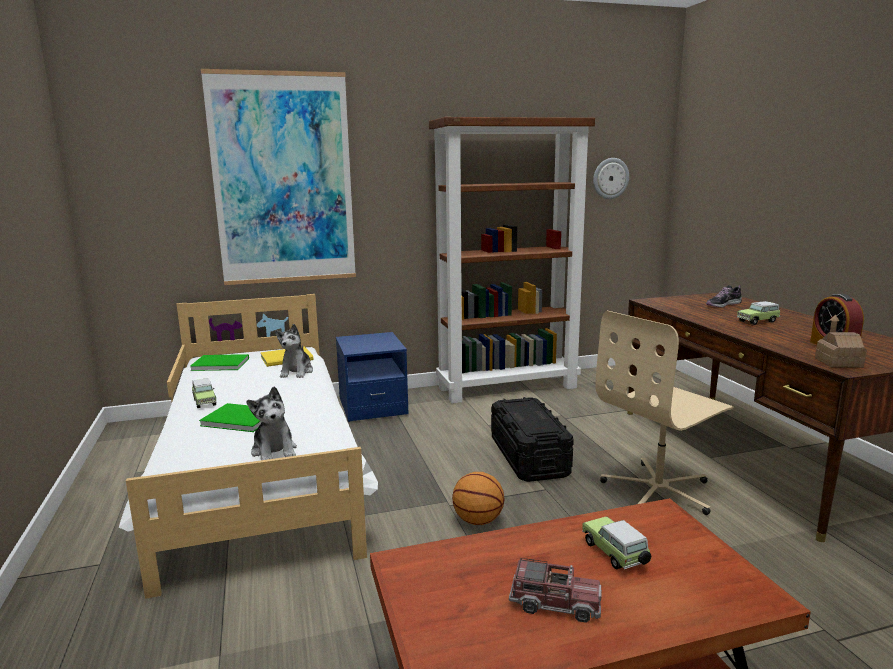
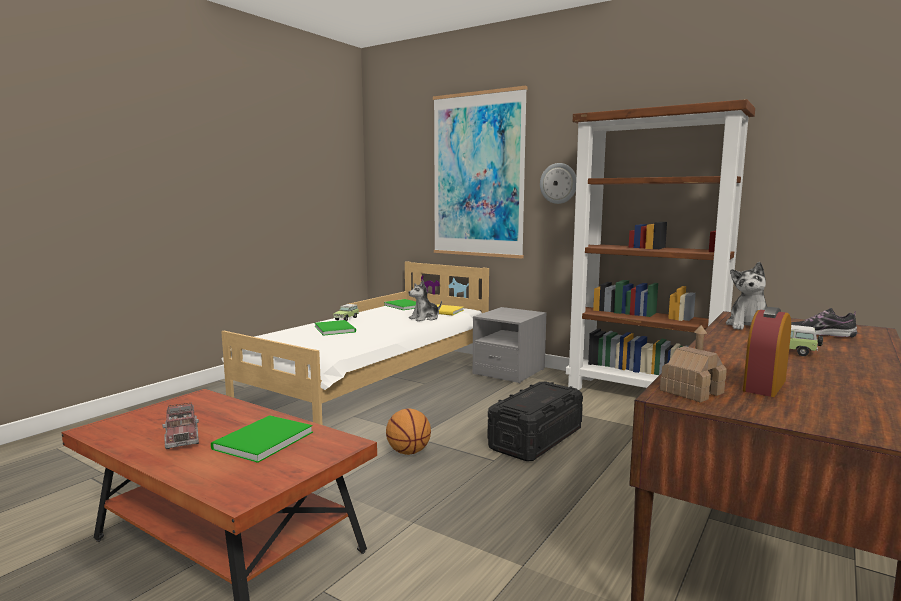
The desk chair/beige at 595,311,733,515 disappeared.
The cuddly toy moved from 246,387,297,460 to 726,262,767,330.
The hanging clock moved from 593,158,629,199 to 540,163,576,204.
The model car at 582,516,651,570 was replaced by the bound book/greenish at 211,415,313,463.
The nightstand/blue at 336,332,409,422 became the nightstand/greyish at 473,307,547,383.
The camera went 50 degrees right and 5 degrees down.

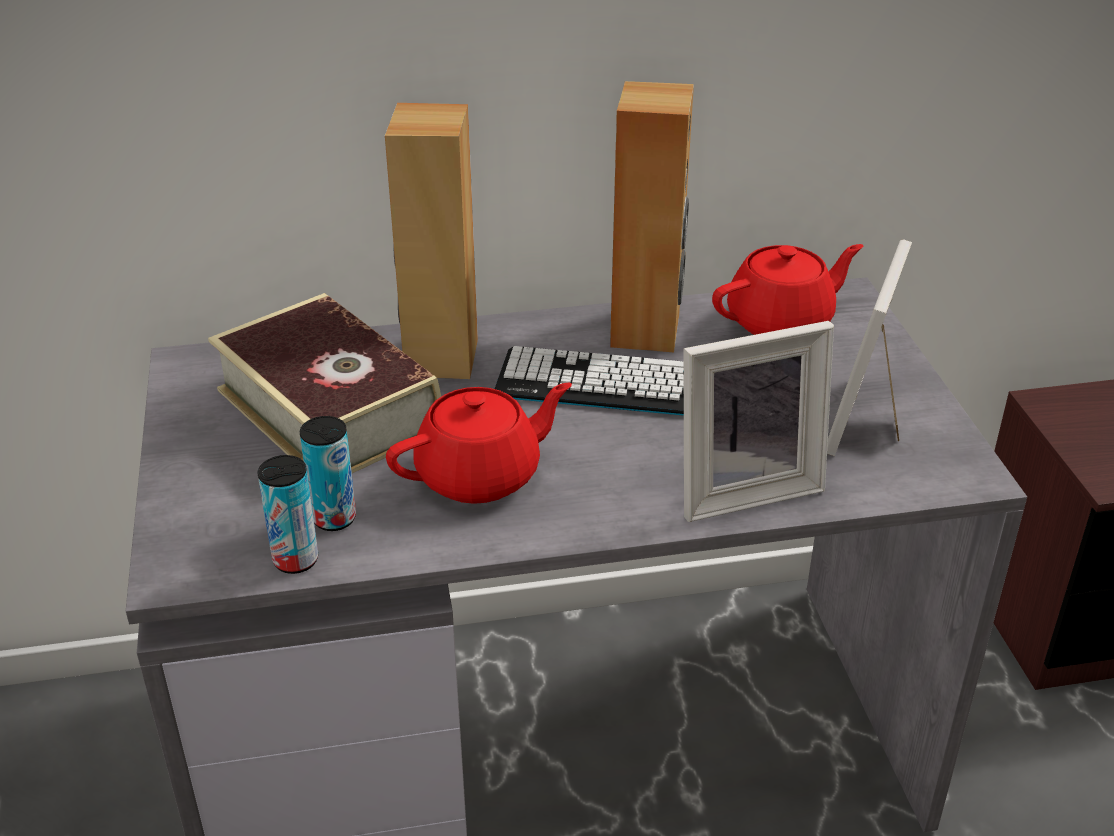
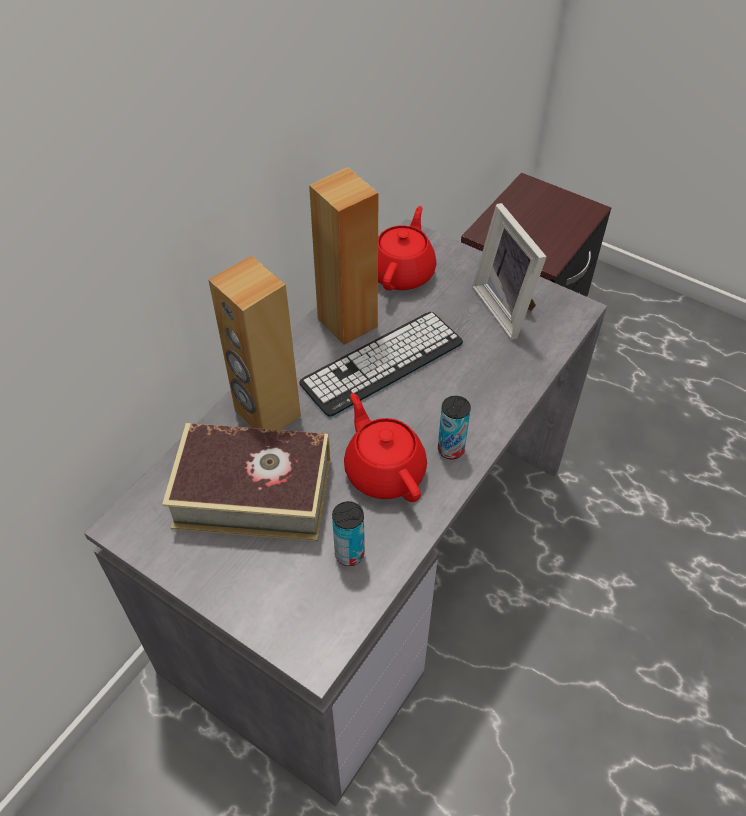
The picture frame at 683,321,834,522 disappeared.
The sealed can moved from 258,455,318,574 to 438,396,471,459.
The pot for tea/reddish at 386,383,572,504 turned 45 degrees counterclockwise.
The camera went 45 degrees left and 15 degrees up.

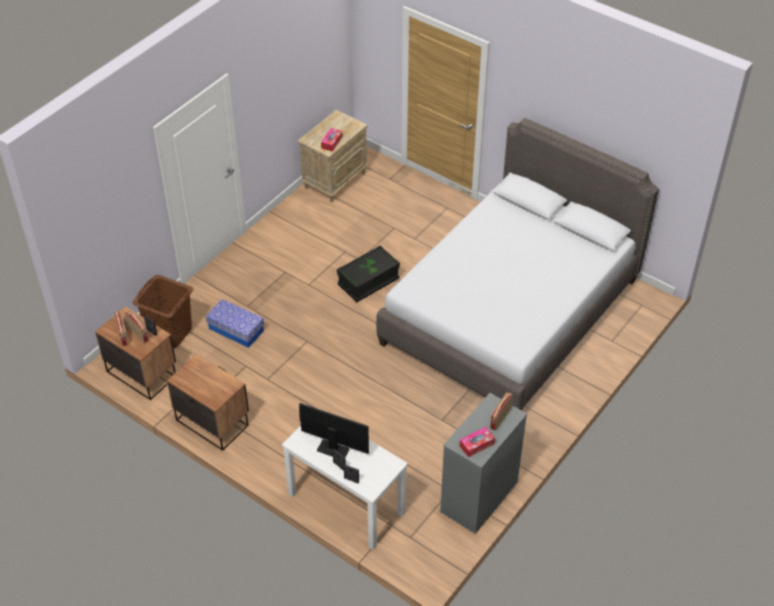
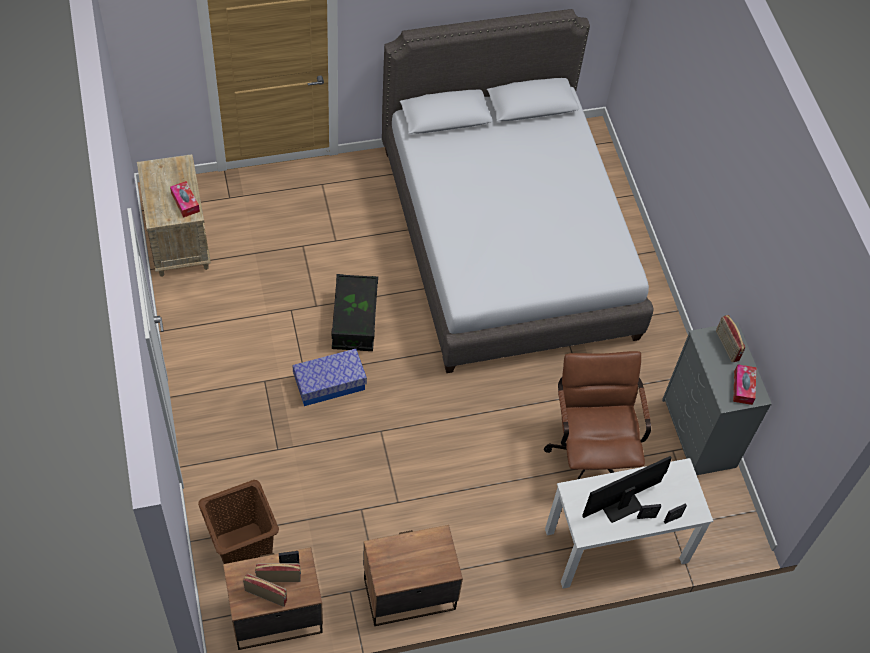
The desk chair/brown-coloured at 544,351,651,479 appeared.
The storage box moved from 206,299,264,348 to 292,349,367,406.
The camera went 55 degrees left and 10 degrees up.

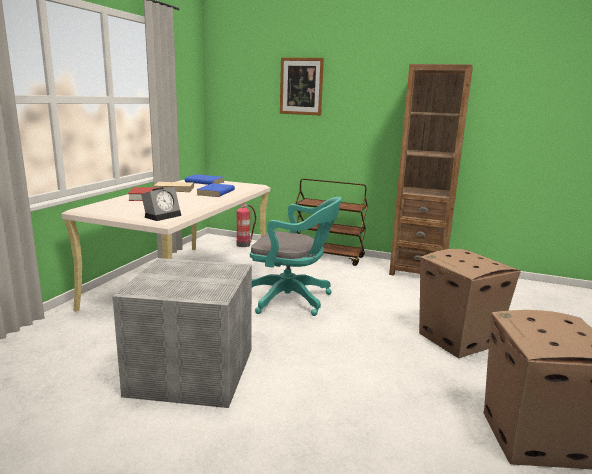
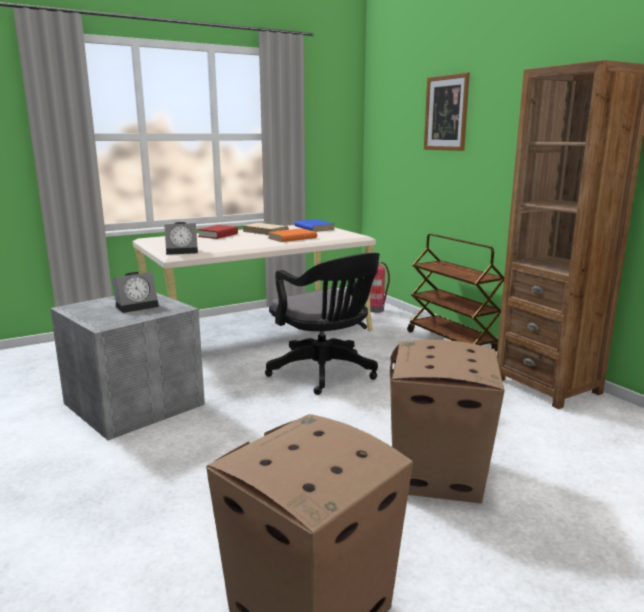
The table clock at 112,272,159,313 appeared.
The bound book/blue at 196,183,235,197 became the bound book/orangey at 268,228,317,242.
The desk chair/blue-green at 250,197,342,316 became the desk chair/black-coloured at 265,253,380,395.
The camera went 40 degrees right and 0 degrees up.

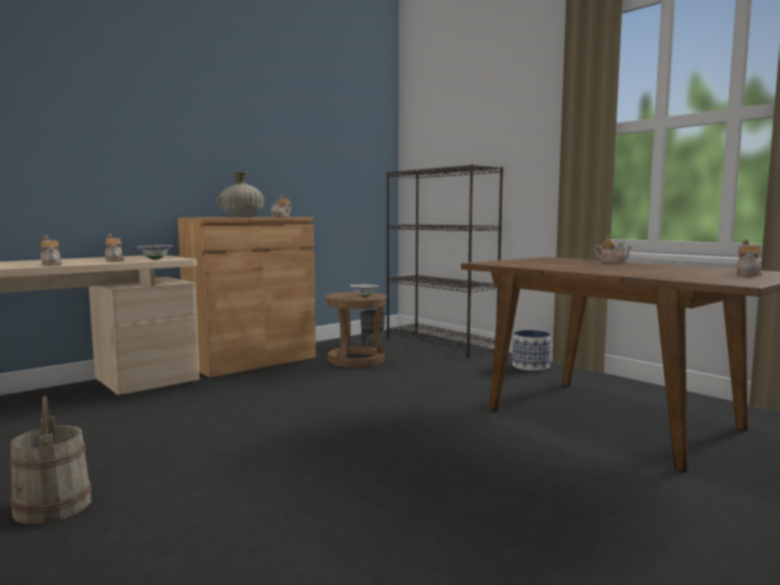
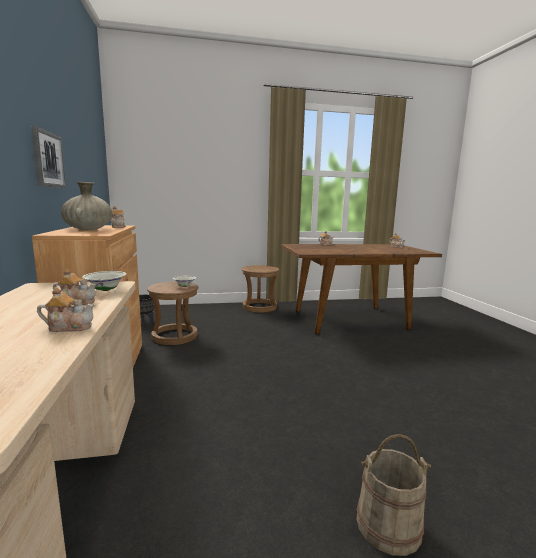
The bookcase/black-coloured at 386,164,503,358 disappeared.
The wall art at 31,126,66,188 appeared.
The plant pot at 512,330,551,371 was replaced by the sitting stool/brown-coloured at 242,265,280,312.
The camera went 60 degrees left and 5 degrees up.

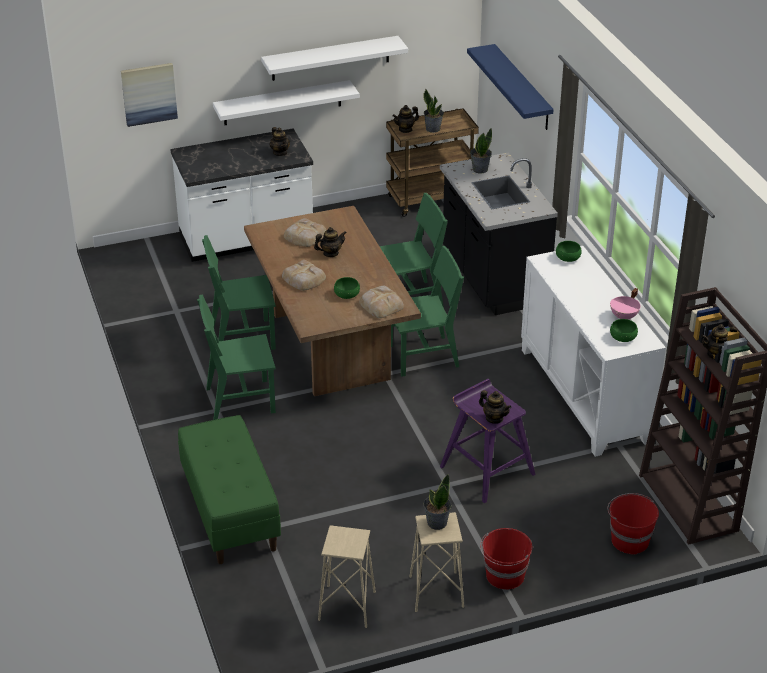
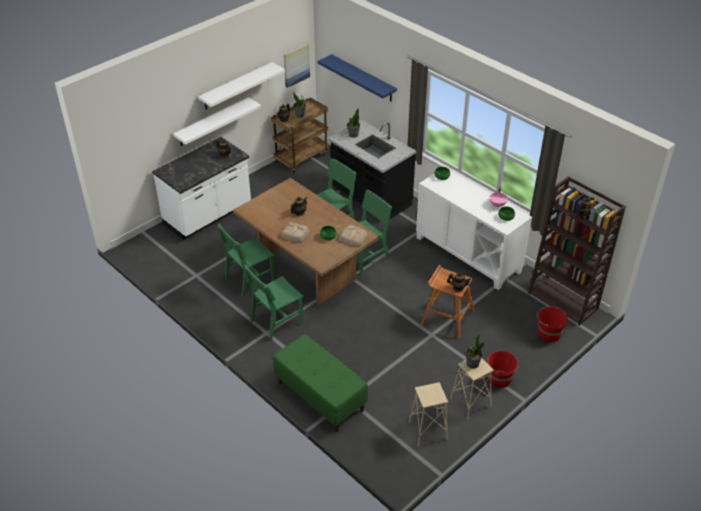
The bread at 284,218,326,247 disappeared.
The wall art moved from 121,63,178,127 to 284,44,310,88.
The sitting stool/purple-coloured at 440,379,536,503 became the sitting stool/brown-coloured at 420,265,475,339.
The camera went 25 degrees left and 5 degrees up.

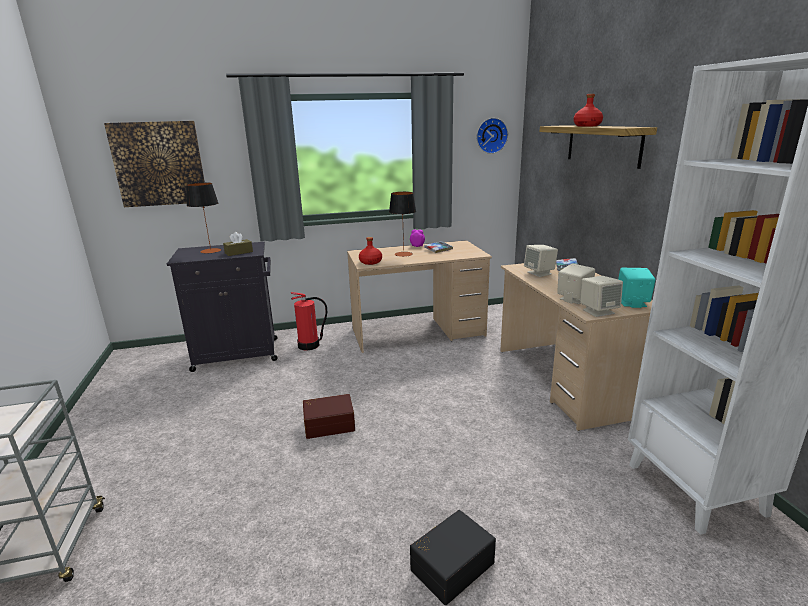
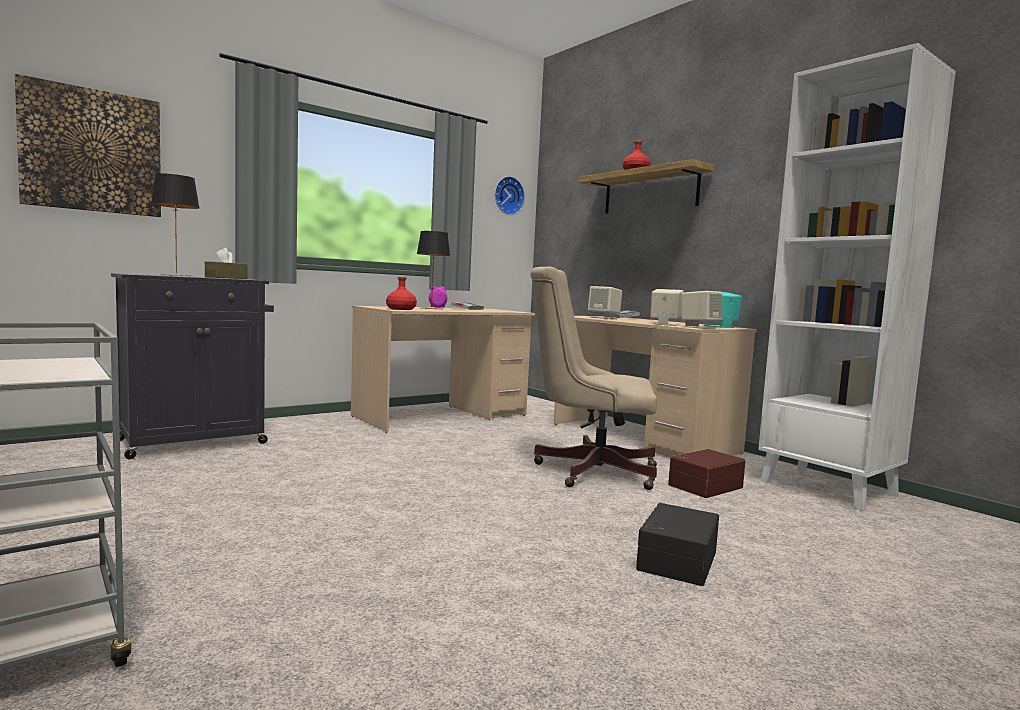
The fire-fighting cylinder at 291,292,327,350 disappeared.
The desk chair/beige at 530,267,657,490 appeared.
The storage box/brown-coloured moved from 303,394,355,439 to 668,449,745,498.
The camera went 25 degrees left and 15 degrees down.

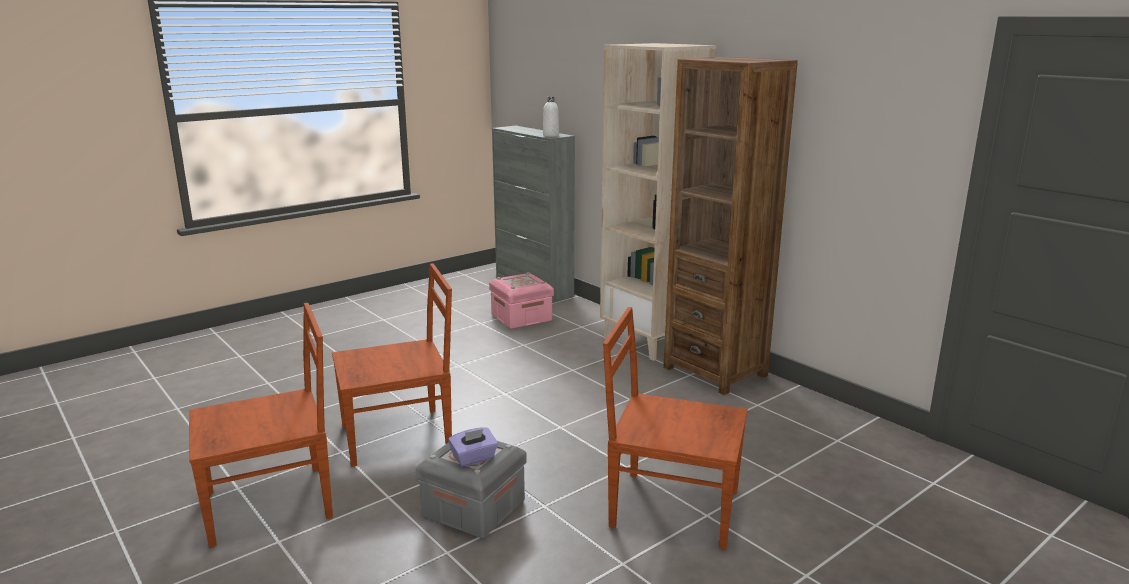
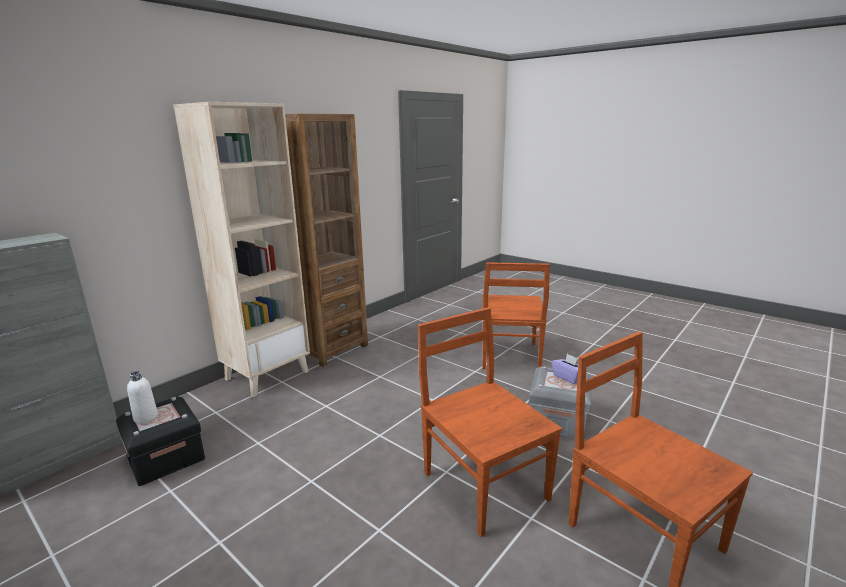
The drink bottle/white moved from 543,97,559,137 to 127,371,158,424.
The storage box/pink at 489,272,554,329 became the storage box/black-coloured at 116,397,205,486.
The camera went 100 degrees left and 0 degrees up.

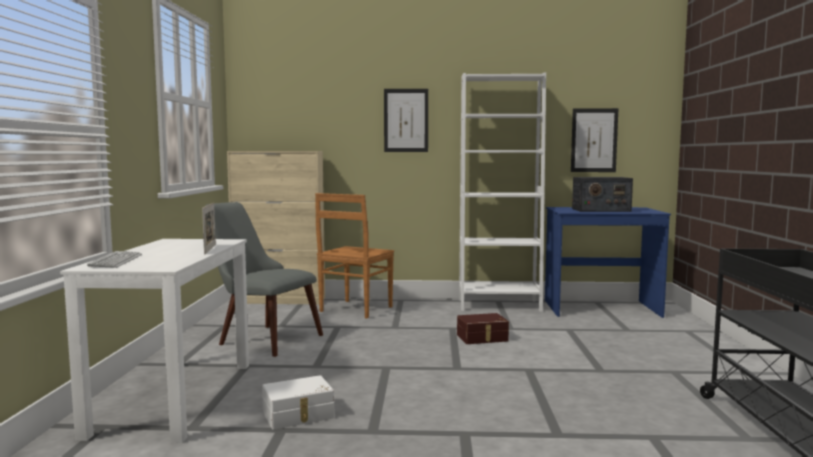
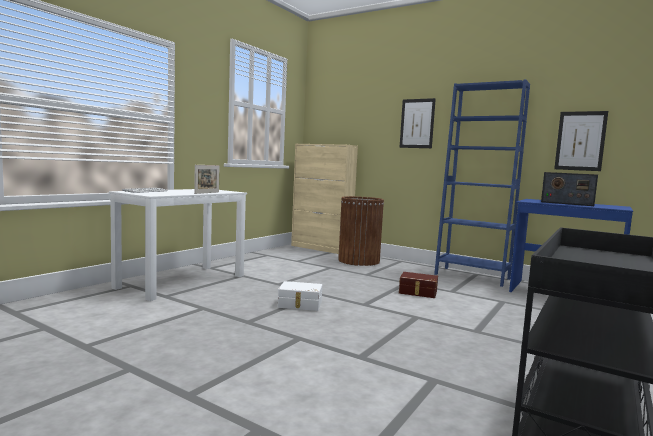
The upright chair/greyish at 206,202,323,357 disappeared.
The storage box/white moved from 262,375,334,430 to 278,281,322,311.
The upright chair/brown-coloured at 315,193,394,319 was replaced by the trash can/brown-coloured at 338,196,384,266.
The bookcase/white at 459,73,546,312 became the bookcase/blue at 434,79,530,287.
The camera went 30 degrees right and 0 degrees up.

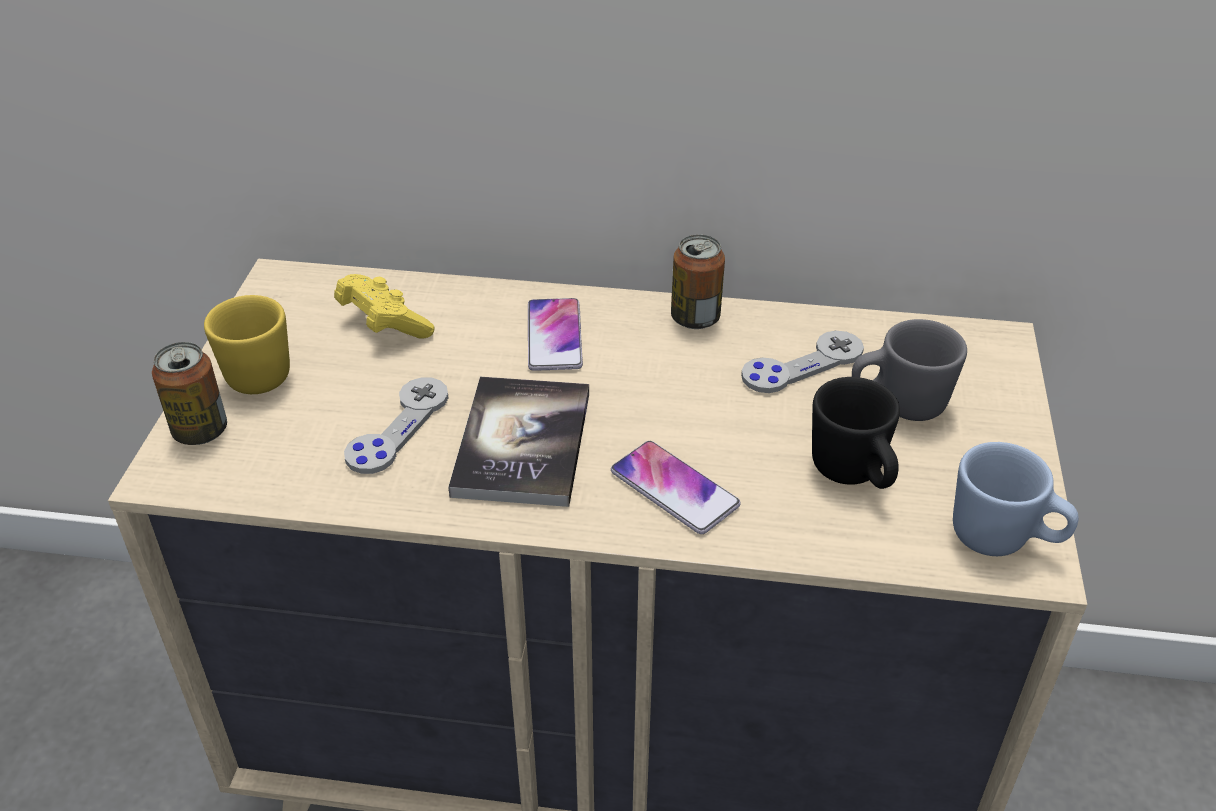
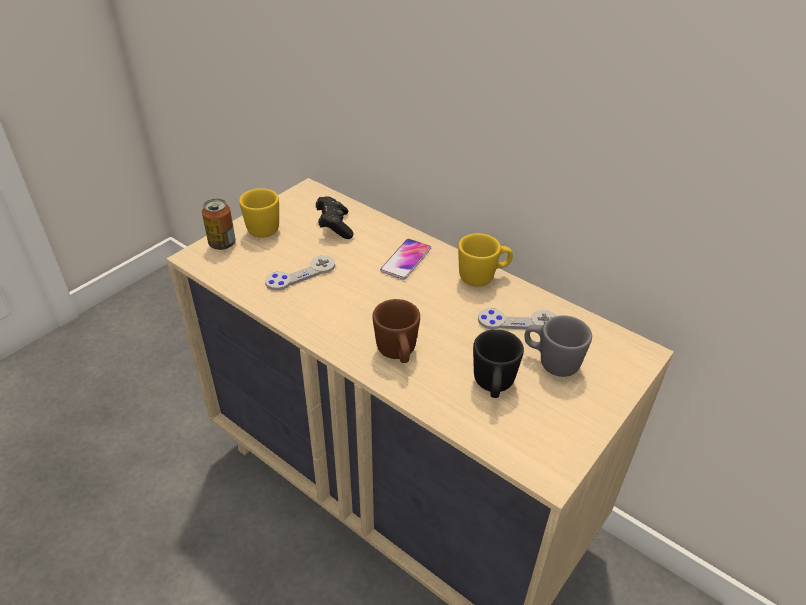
The bound book at 448,377,589,507 disappeared.
The coffee mug/blue at 953,442,1079,556 disappeared.
The handset at 611,441,741,534 was replaced by the coffee mug/brown-coloured at 372,299,420,363.
The sealed can at 671,234,725,329 was replaced by the coffee mug/yellow-coloured at 458,233,513,287.
The gamepad/yellow-coloured at 334,274,434,338 became the gamepad/black-coloured at 316,196,354,239.
The camera went 30 degrees right and 0 degrees up.

